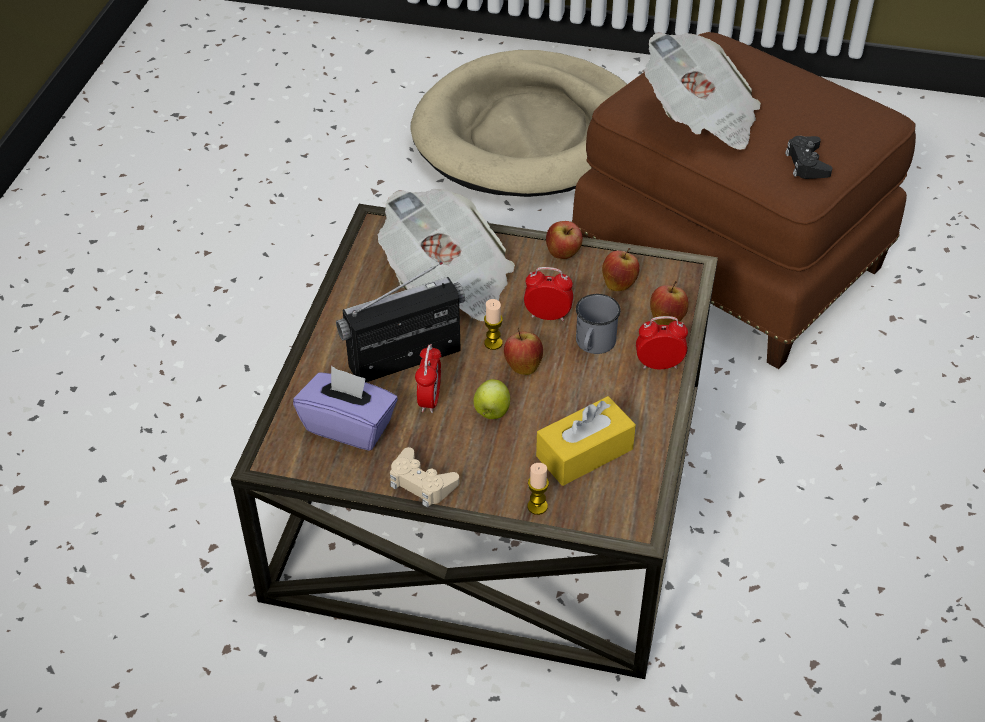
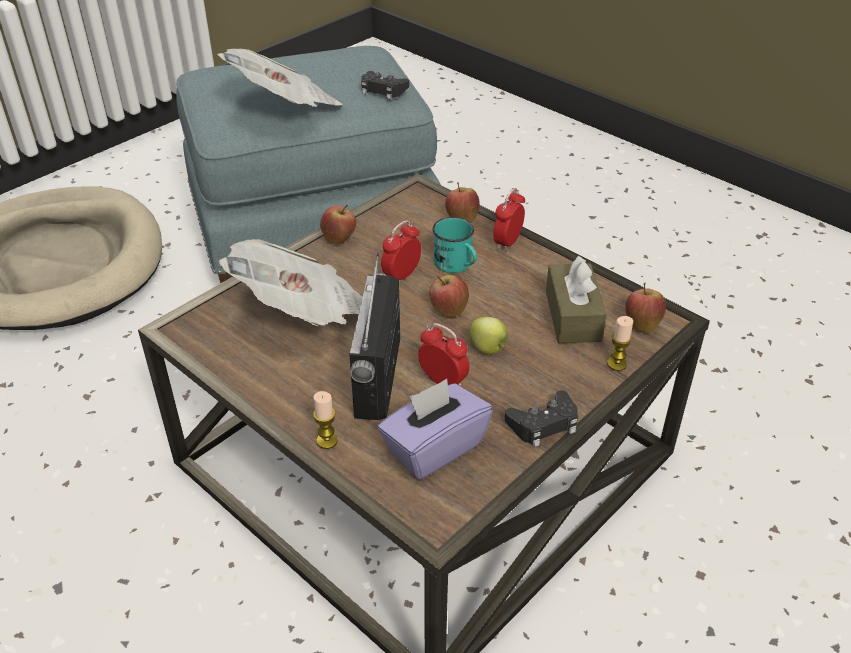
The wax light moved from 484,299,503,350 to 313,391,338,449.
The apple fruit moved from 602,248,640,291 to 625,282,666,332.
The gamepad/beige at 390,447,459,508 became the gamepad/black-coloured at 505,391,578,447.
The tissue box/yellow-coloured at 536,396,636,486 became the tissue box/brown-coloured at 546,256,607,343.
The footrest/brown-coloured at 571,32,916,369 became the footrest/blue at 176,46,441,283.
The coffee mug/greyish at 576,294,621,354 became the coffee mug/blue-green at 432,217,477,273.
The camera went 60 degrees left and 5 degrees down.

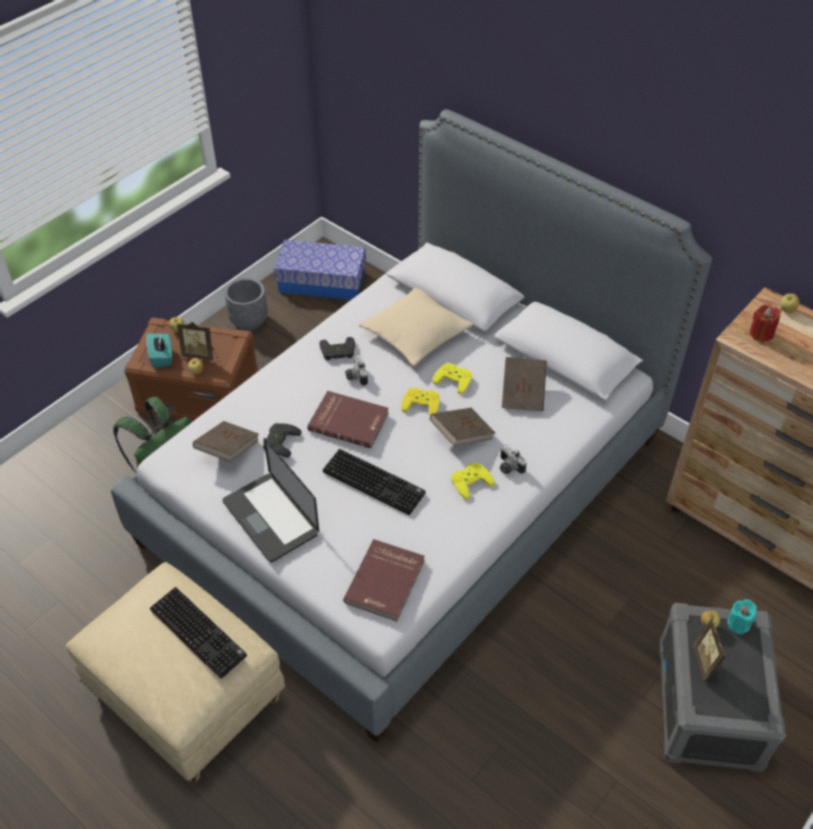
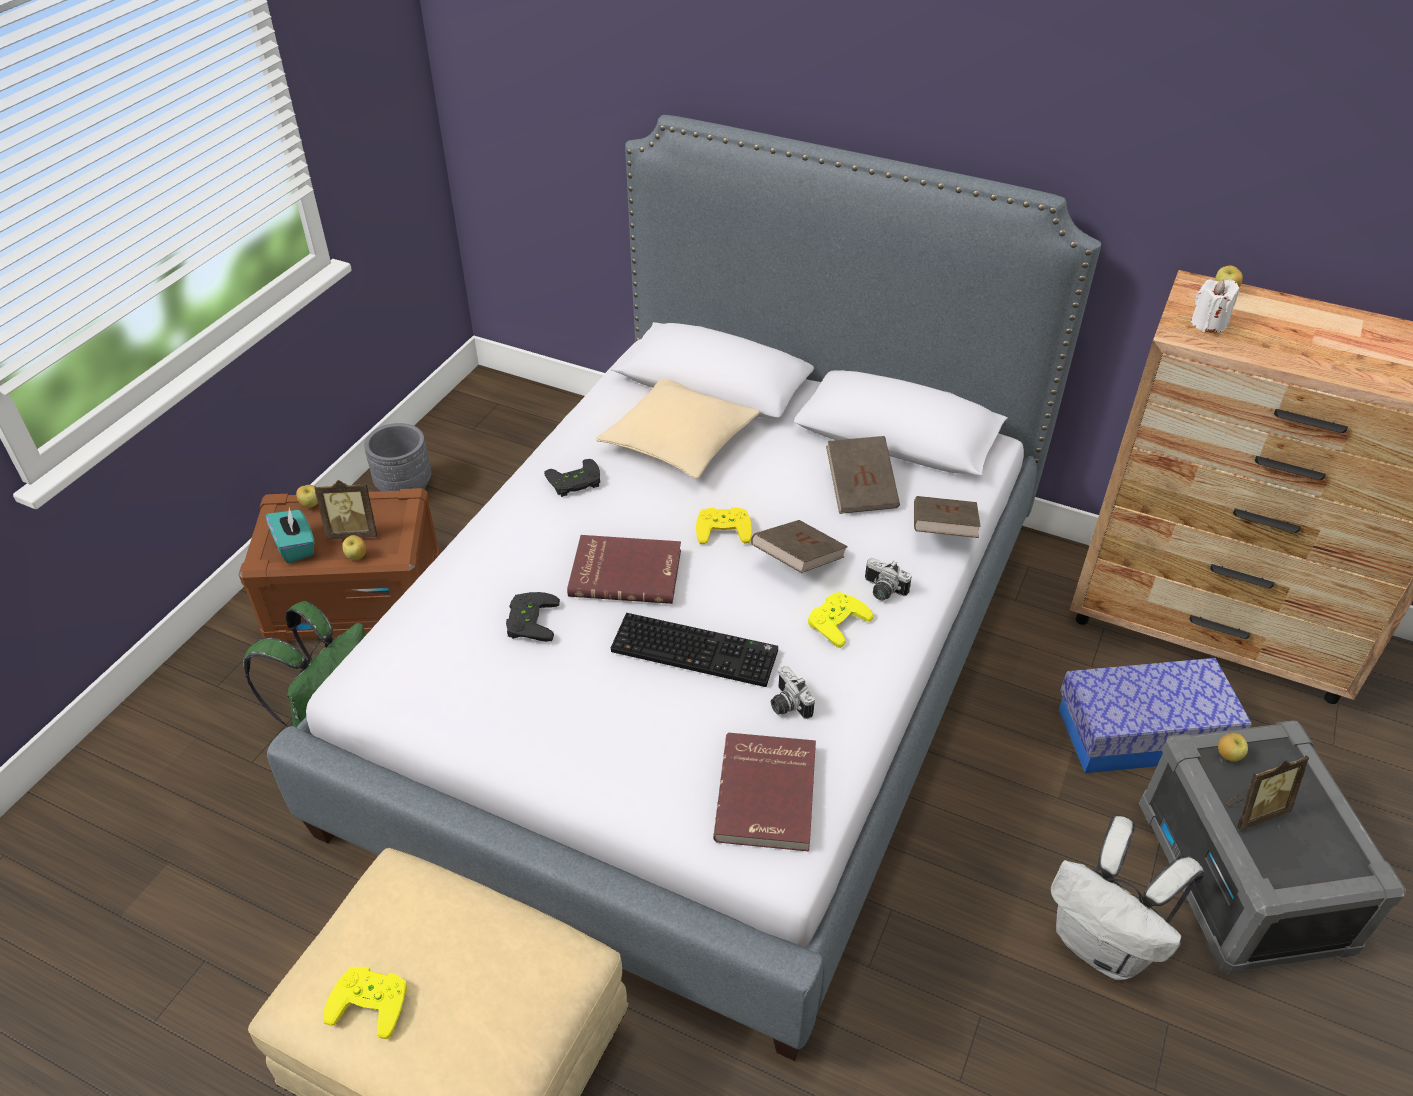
The keyboard at 150,587,247,679 disappeared.
The laptop at 223,438,319,562 disappeared.
The wax light/blue-green at 727,599,757,635 disappeared.
The rucksack/white at 1050,816,1204,980 appeared.
The bound book/brown-coloured moved from 193,421,259,462 to 914,496,981,538.
The storage box moved from 274,240,366,300 to 1059,658,1252,773.
The still camera moved from 345,355,368,386 to 771,666,815,719.
The gamepad/yellow-coloured moved from 433,363,472,394 to 323,967,407,1039.
The wax light/reddish at 749,305,780,342 became the wax light/white at 1191,279,1239,333.
The picture frame at 693,619,726,682 turned 90 degrees counterclockwise.
The camera went 15 degrees left and 5 degrees down.

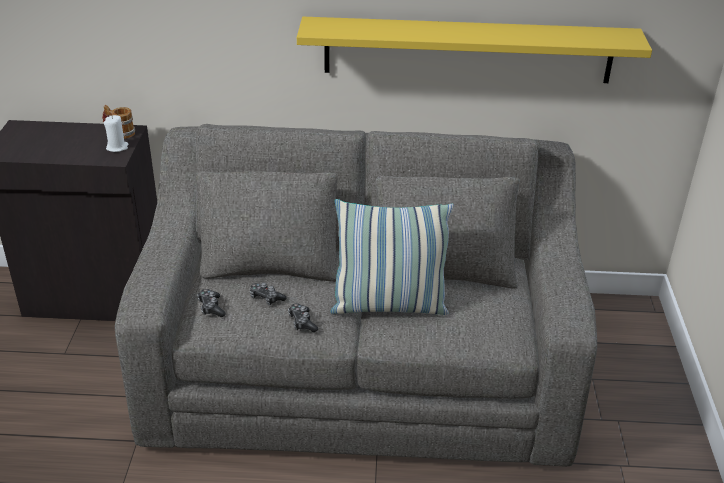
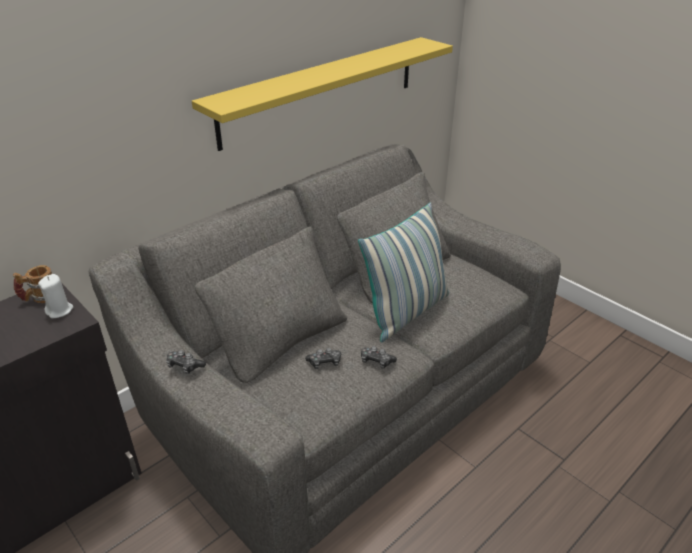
The gamepad moved from 197,289,226,317 to 166,350,206,374.
The camera went 45 degrees left and 0 degrees up.

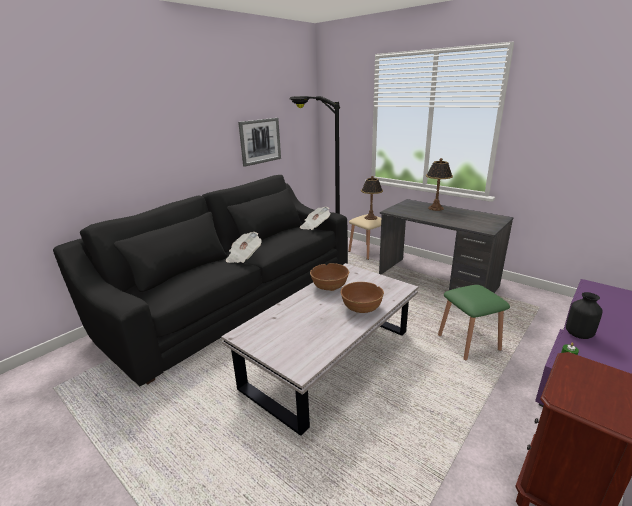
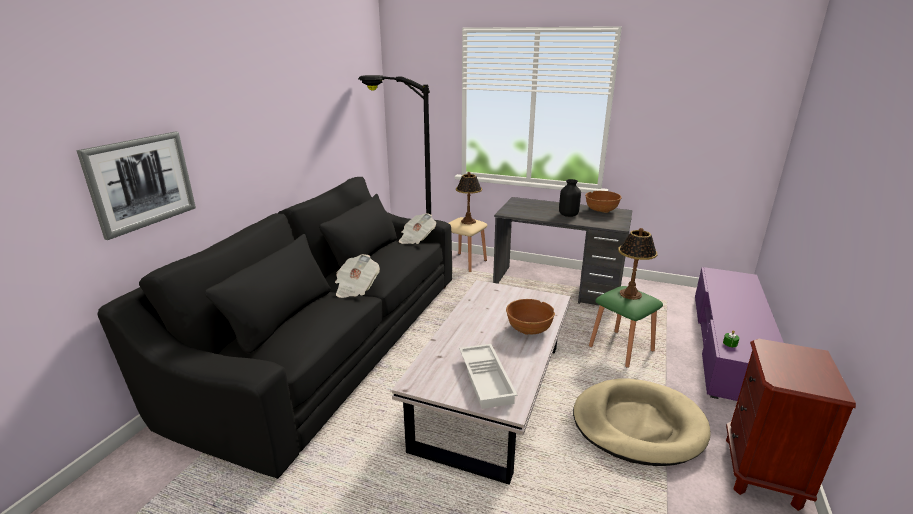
The carrying tray/white at 459,344,517,409 appeared.
The dog cushion/beige at 573,378,711,466 appeared.
The wall art moved from 238,118,281,167 to 76,132,196,240.
The deep dish/brown-coloured moved from 310,263,349,291 to 585,191,622,213.
The lamp for a table moved from 426,158,453,211 to 618,228,658,300.
The decorative vase/black-coloured moved from 566,292,603,339 to 559,179,581,217.
The camera went 20 degrees left and 0 degrees up.

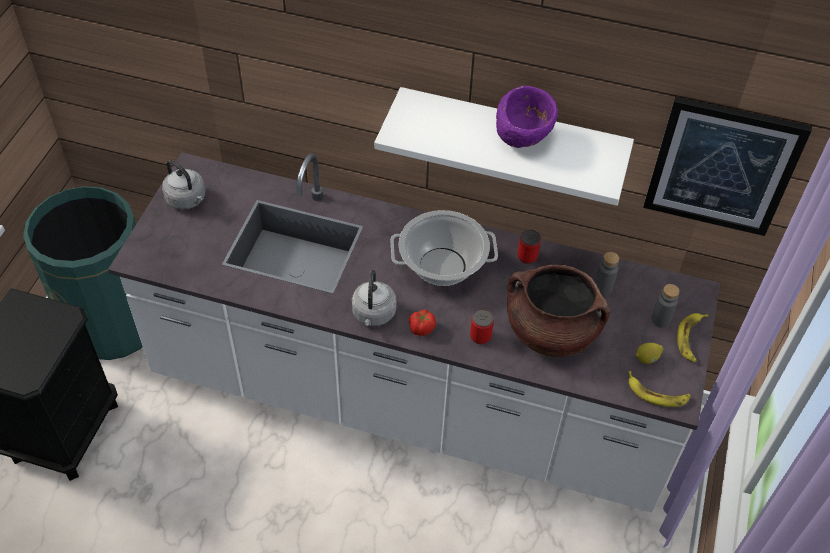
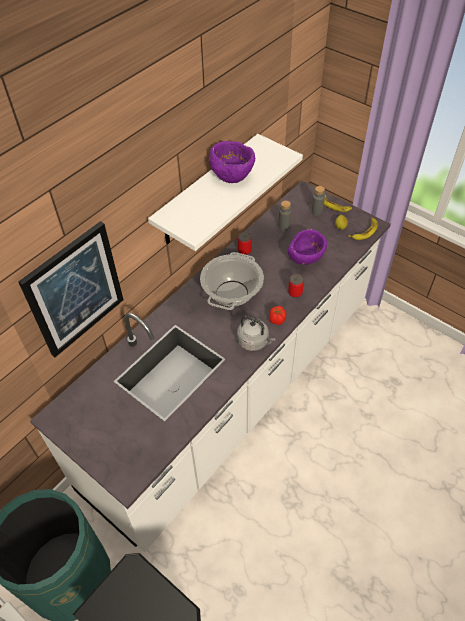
The water kettle/greyish at 162,160,205,210 disappeared.
The wall art moved from 643,97,812,236 to 18,221,123,357.
The stockpot/brown-coloured at 507,265,610,357 was replaced by the deep dish/purple-coloured at 288,229,327,265.
The camera went 65 degrees left and 0 degrees up.

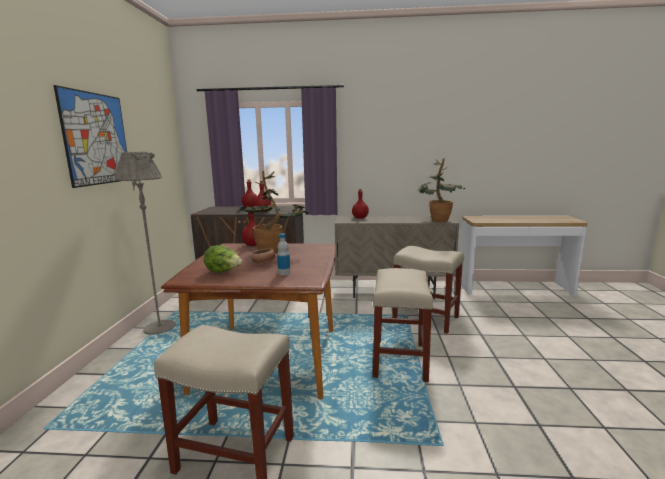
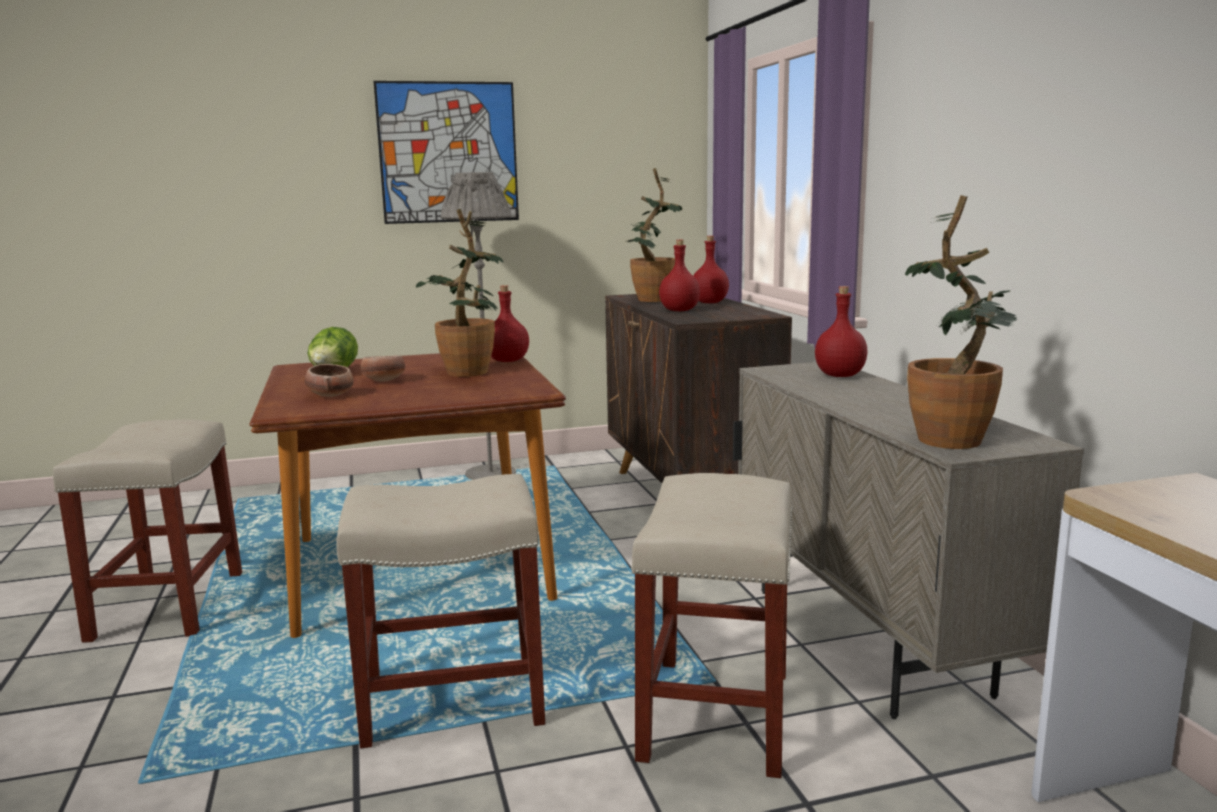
The potted plant at 628,168,682,302 appeared.
The drink bottle at 277,233,290,275 was replaced by the deep dish at 305,364,354,397.
The camera went 70 degrees right and 0 degrees up.

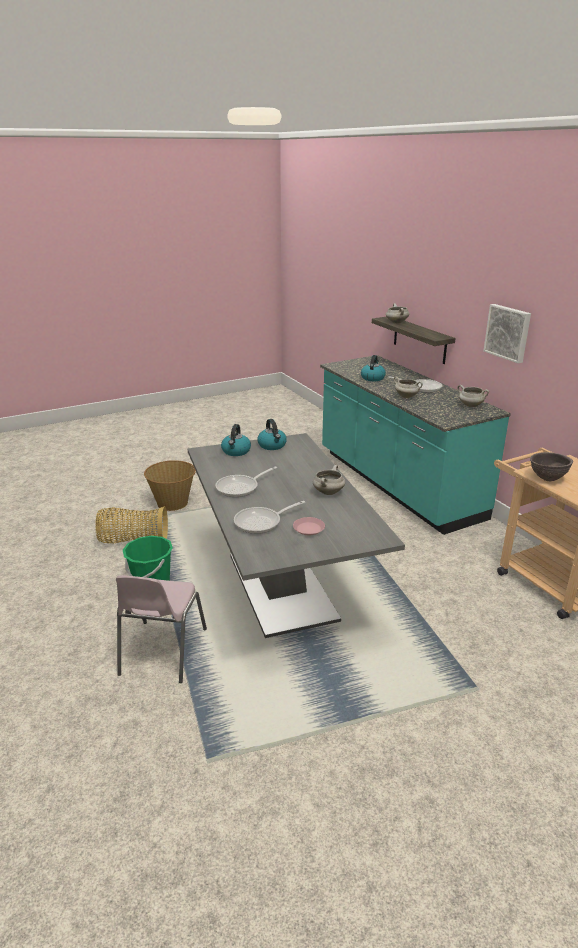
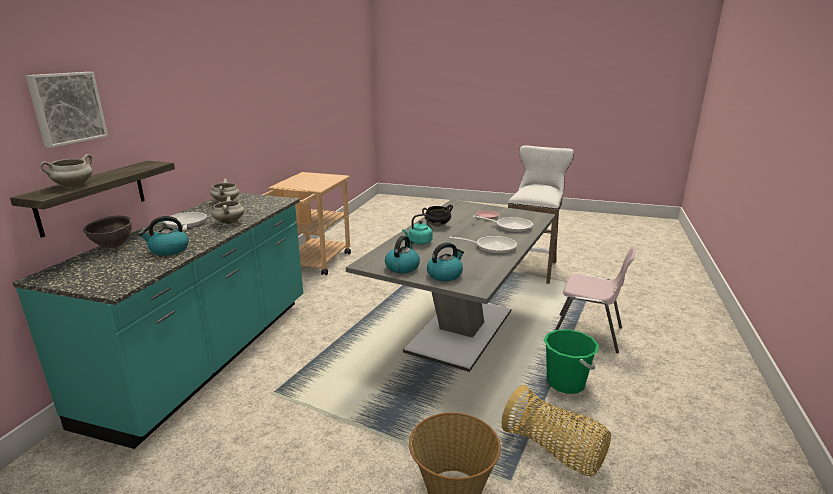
The water kettle/blue-green at 402,214,432,245 appeared.
The sitting stool/white at 508,145,574,284 appeared.
The wall art moved from 483,304,531,363 to 25,72,108,148.
The deep dish/brown-coloured moved from 530,452,573,481 to 83,215,132,248.
The stockpot/white at 313,465,345,495 became the stockpot/black-coloured at 422,205,453,227.
The upright chair/pink at 116,575,207,683 turned 60 degrees clockwise.
The camera went 135 degrees left and 5 degrees down.

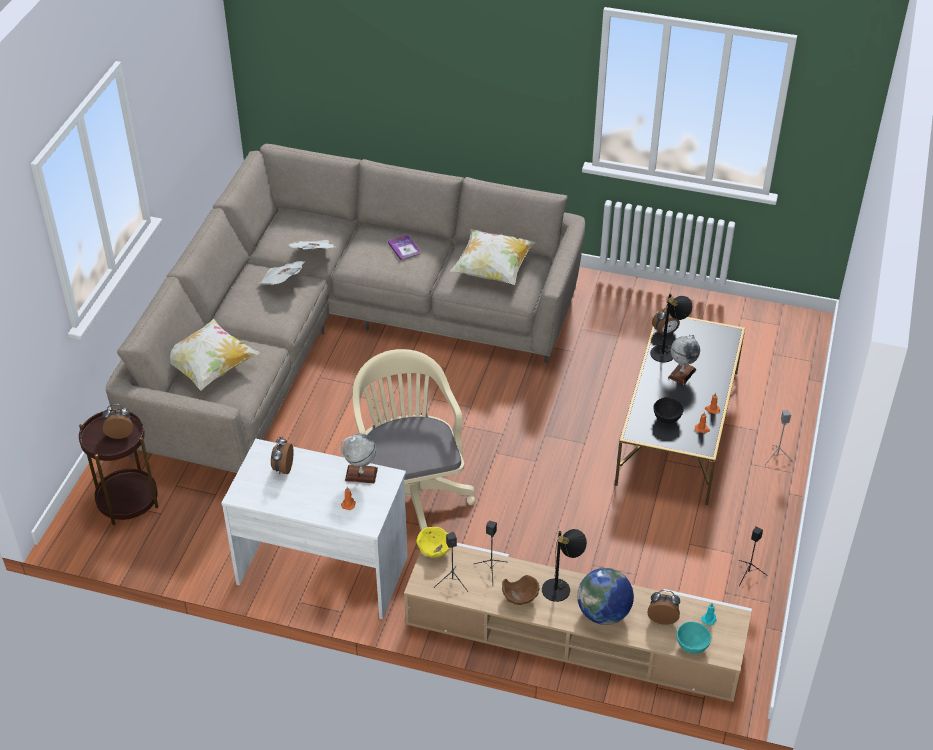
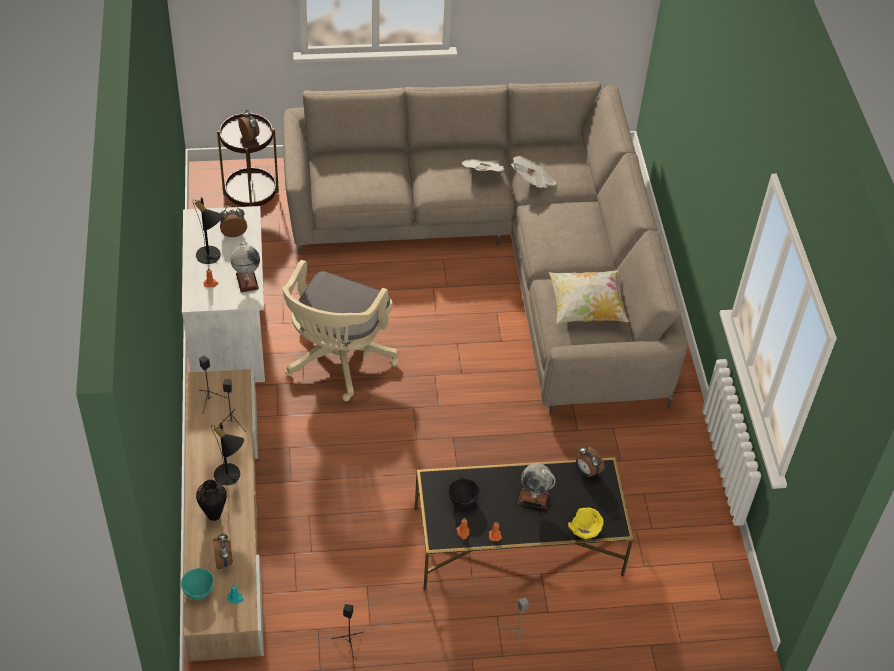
The throw pillow at 170,319,260,391 disappeared.
The bound book at 388,235,421,260 disappeared.
The deep dish/brown-coloured at 502,575,539,605 disappeared.
The deep dish/yellow-coloured moved from 416,527,451,558 to 568,508,604,539.
The lamp for a table/black-coloured moved from 650,293,693,363 to 193,197,224,264.
The globe at 577,568,634,625 was replaced by the decorative vase at 196,480,227,521.
The desk chair/beige at 353,349,475,531 turned 150 degrees clockwise.
The camera went 65 degrees right and 5 degrees up.

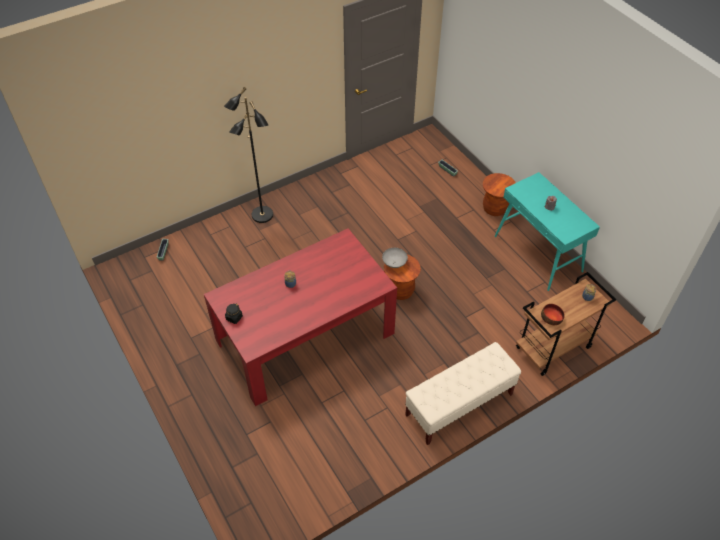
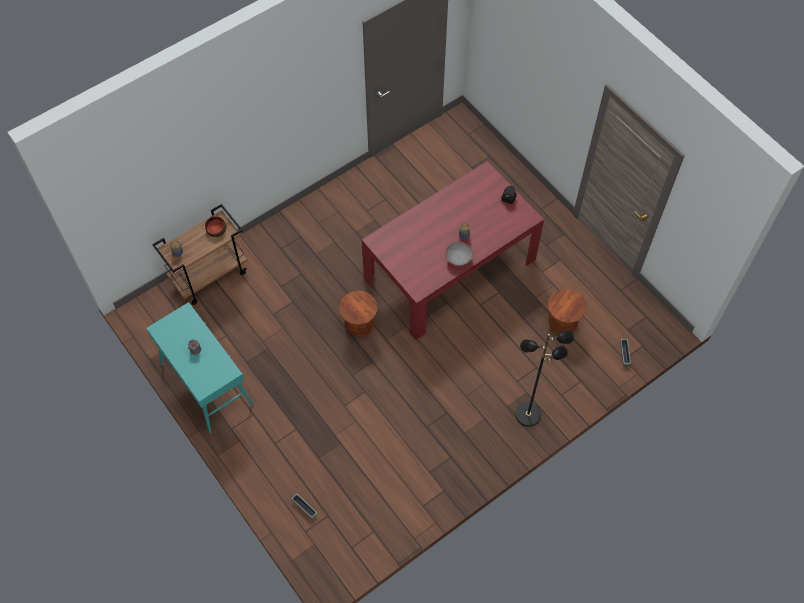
The long seat/beige at 405,342,521,445 disappeared.
The deep dish/greyish moved from 382,248,408,268 to 446,242,473,266.
The sitting stool/brown-coloured moved from 483,173,515,216 to 548,289,587,334.
The camera went 175 degrees right and 10 degrees up.

